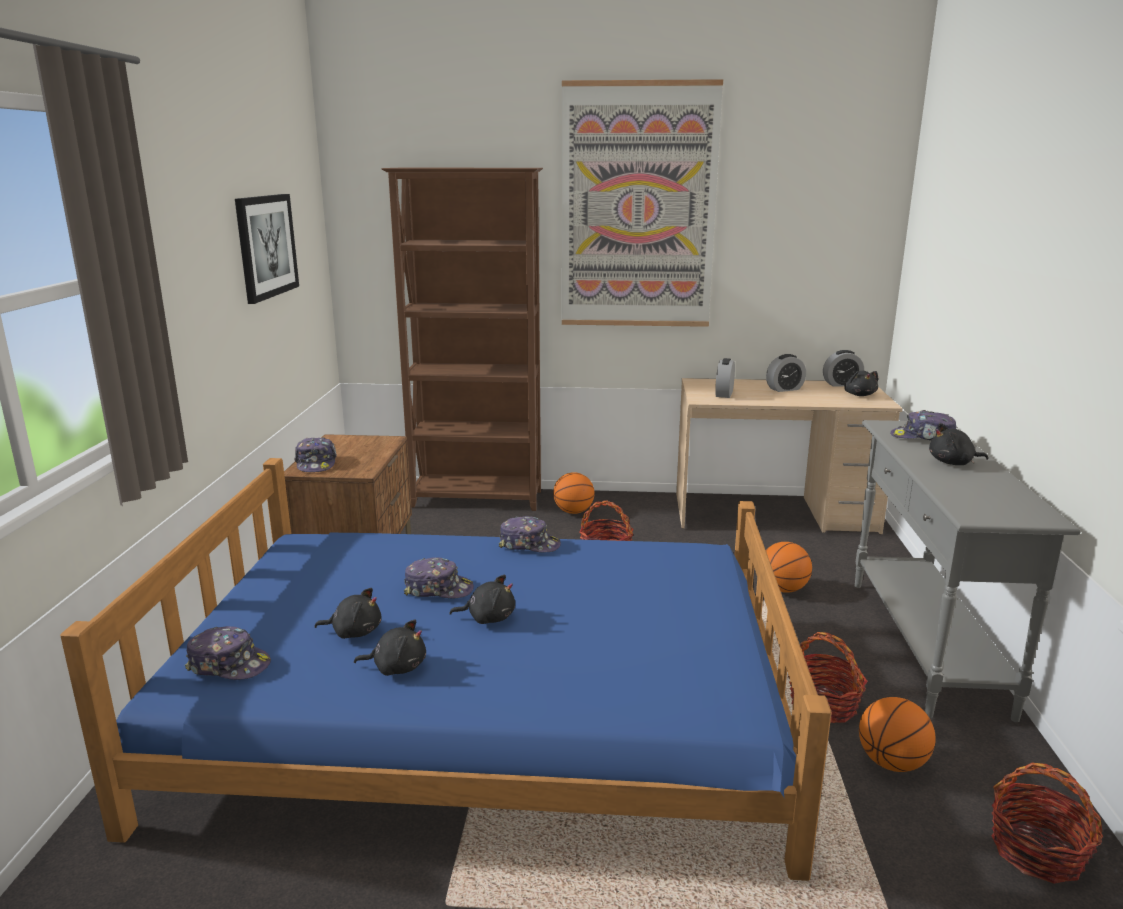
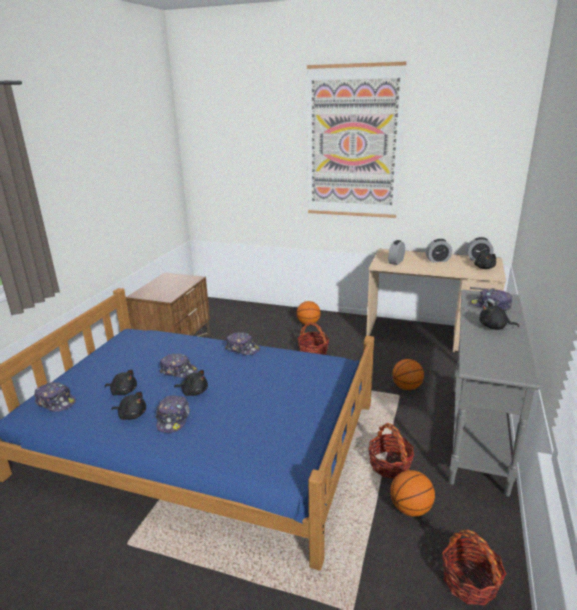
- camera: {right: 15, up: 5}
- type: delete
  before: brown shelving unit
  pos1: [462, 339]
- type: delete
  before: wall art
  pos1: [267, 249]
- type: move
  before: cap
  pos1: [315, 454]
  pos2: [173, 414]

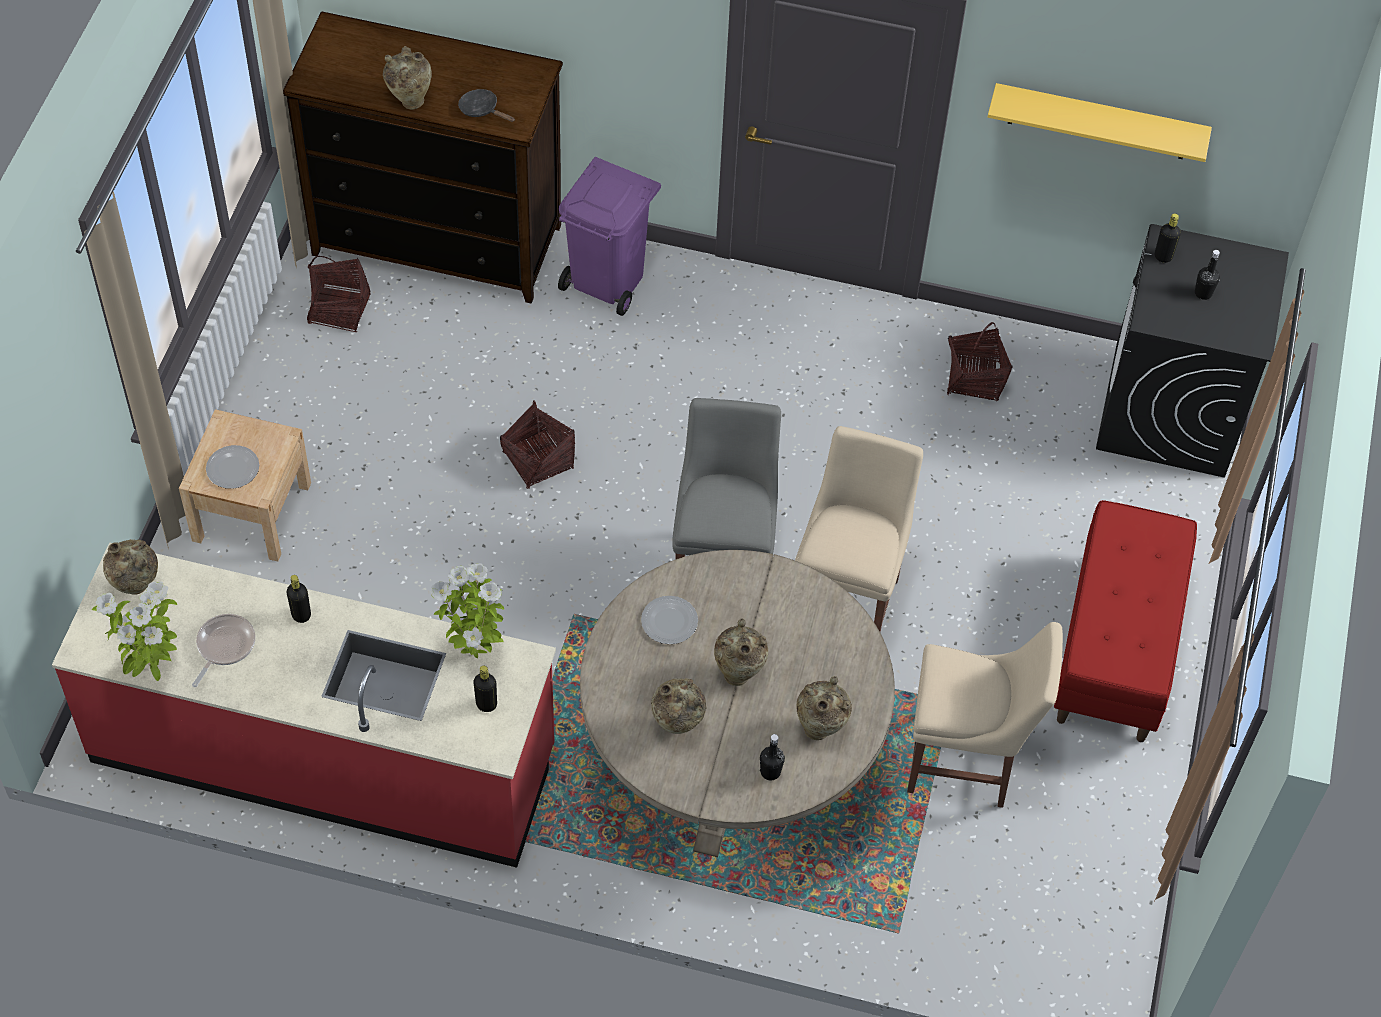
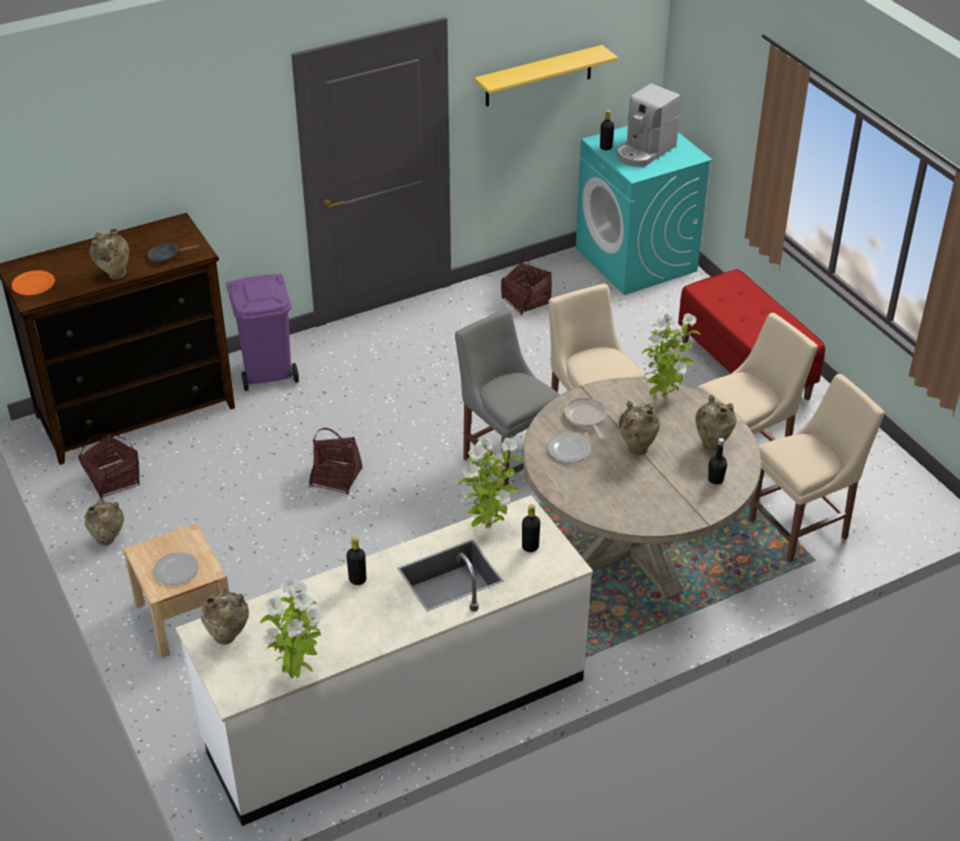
- camera: {right: -40, up: -15}
- type: recolor
  before: blackish laundry machine
  after: turquoise-coloured laundry machine
  pos1: [1192, 351]
  pos2: [644, 210]
- type: replace
  before: blackish beverage bottle
  after: coffee maker
  pos1: [1207, 275]
  pos2: [648, 125]
- type: recolor
  before: red-coloured kitchen base unit
  after: whitish kitchen base unit
  pos1: [304, 705]
  pos2: [384, 660]
- type: move
  before: pan
  pos1: [223, 650]
  pos2: [585, 418]
- type: move
  before: beige decorative vase
  pos1: [678, 706]
  pos2: [104, 522]
- type: insert
  after: orange dinner plate
  pos2: [33, 282]
- type: insert
  after: plant in a pot
  pos2: [671, 356]
- type: insert
  after: beige chair
  pos2: [817, 468]

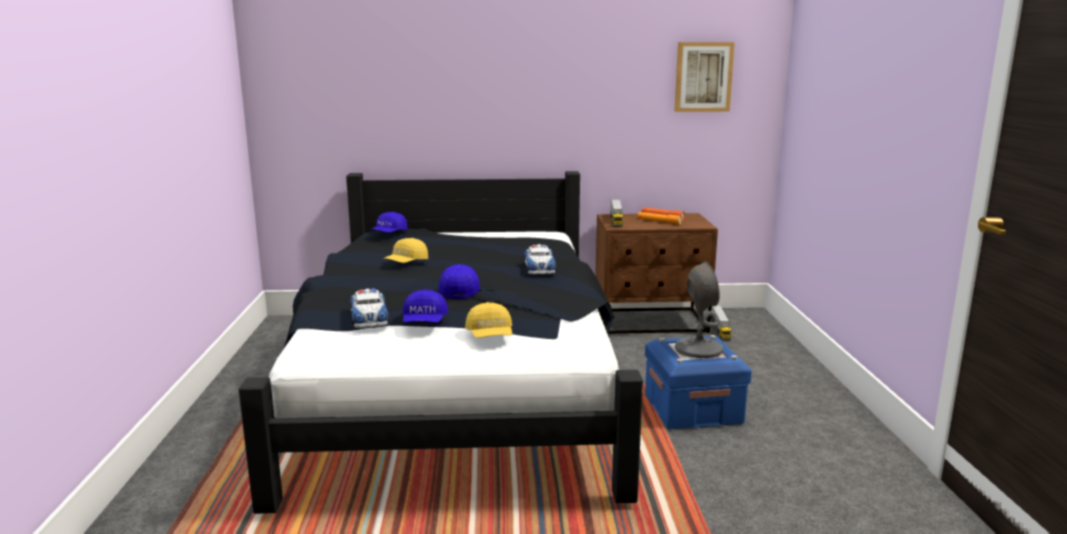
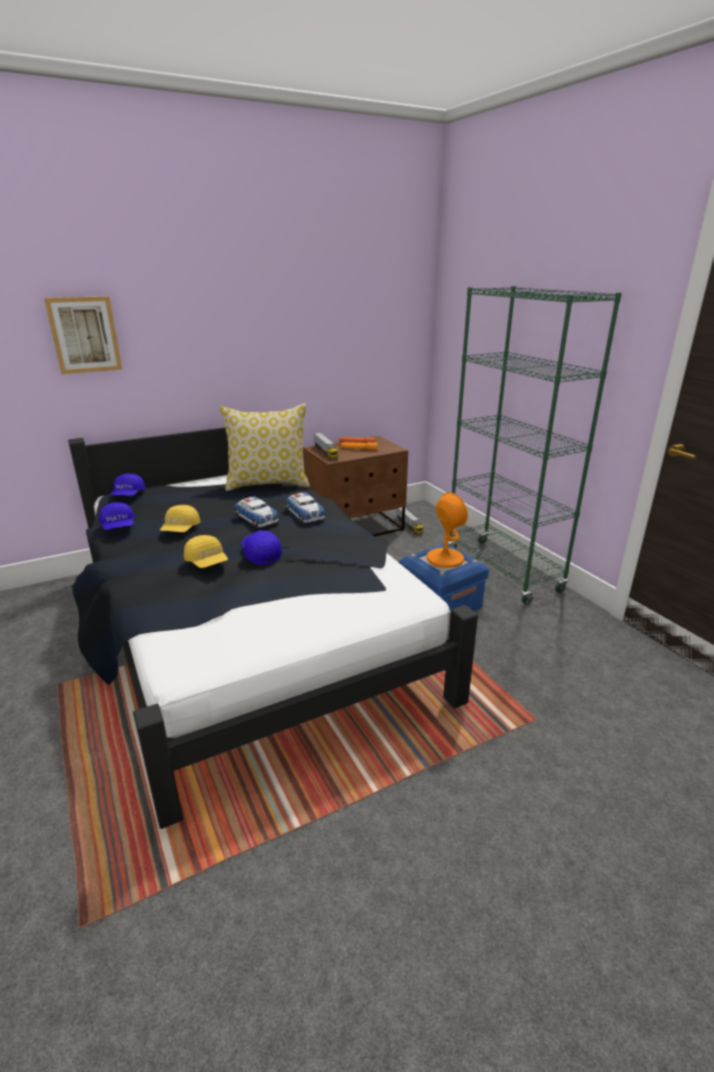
- camera: {right: -25, up: 10}
- type: move
  before: wall art
  pos1: [705, 77]
  pos2: [83, 335]
- type: recolor
  before: grey table lamp
  after: orange table lamp
  pos1: [699, 309]
  pos2: [447, 530]
- type: move
  before: miniature car
  pos1: [369, 308]
  pos2: [256, 511]
- type: move
  before: bluish cap
  pos1: [425, 305]
  pos2: [117, 516]
- type: move
  before: yellow cap
  pos1: [488, 320]
  pos2: [206, 551]
- type: insert
  after: green-coloured shelving unit
  pos2: [535, 445]
- type: insert
  after: cushion
  pos2: [265, 447]

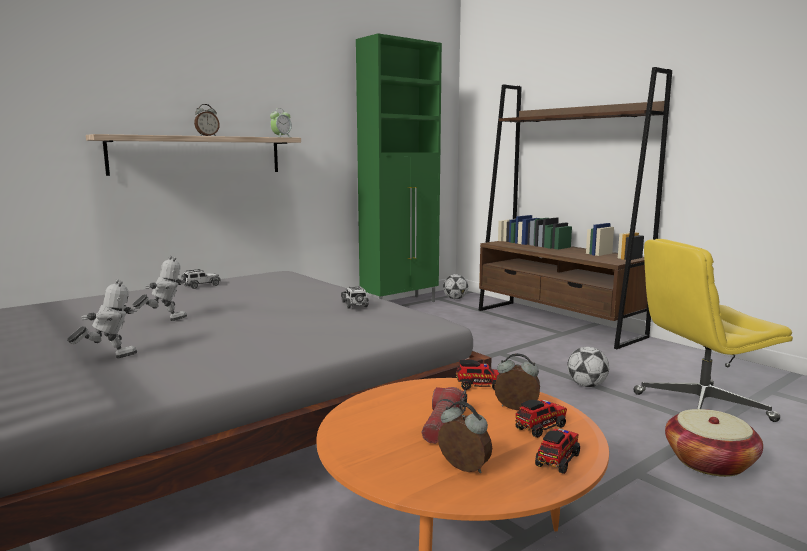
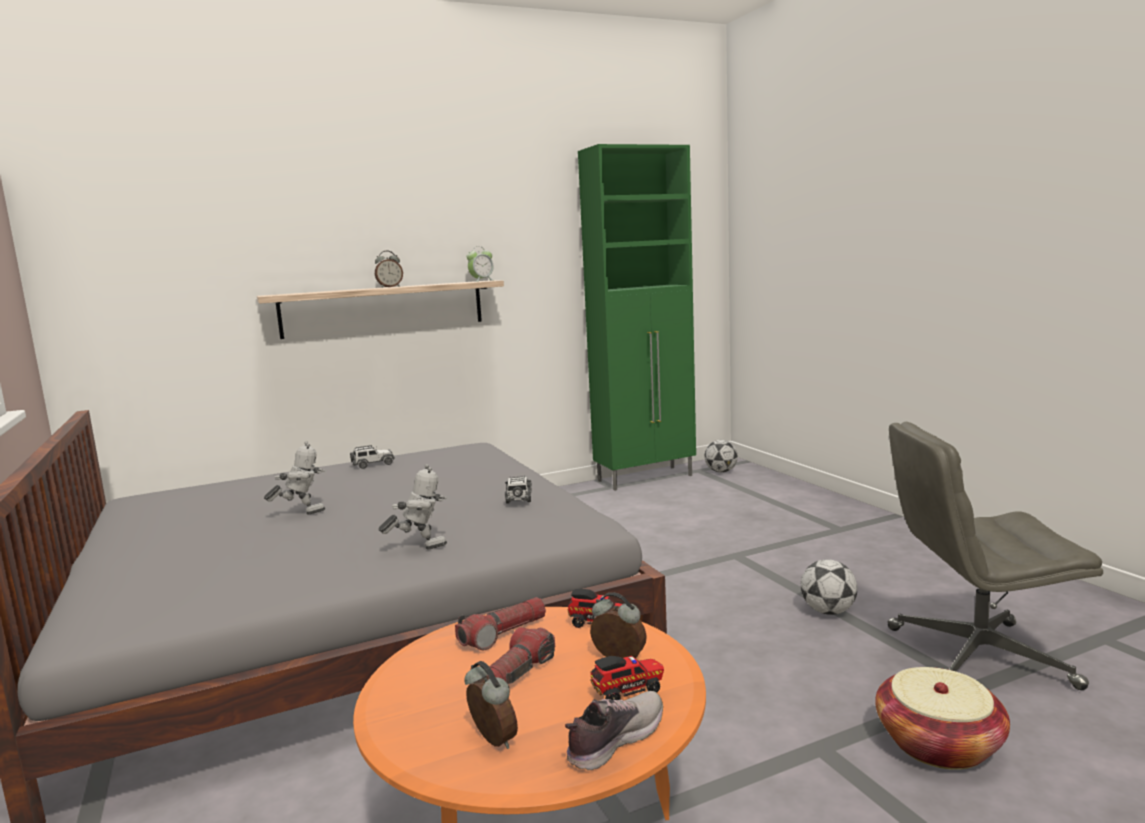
- camera: {right: 15, up: 0}
- type: delete
  before: brown shelving unit
  pos1: [575, 208]
- type: recolor
  before: yellow desk chair
  after: grey desk chair
  pos1: [713, 330]
  pos2: [995, 556]
- type: move
  before: toy robot
  pos1: [102, 318]
  pos2: [413, 506]
- type: replace
  before: toy lorry
  after: shoe
  pos1: [557, 451]
  pos2: [614, 730]
- type: insert
  after: torch
  pos2: [500, 624]

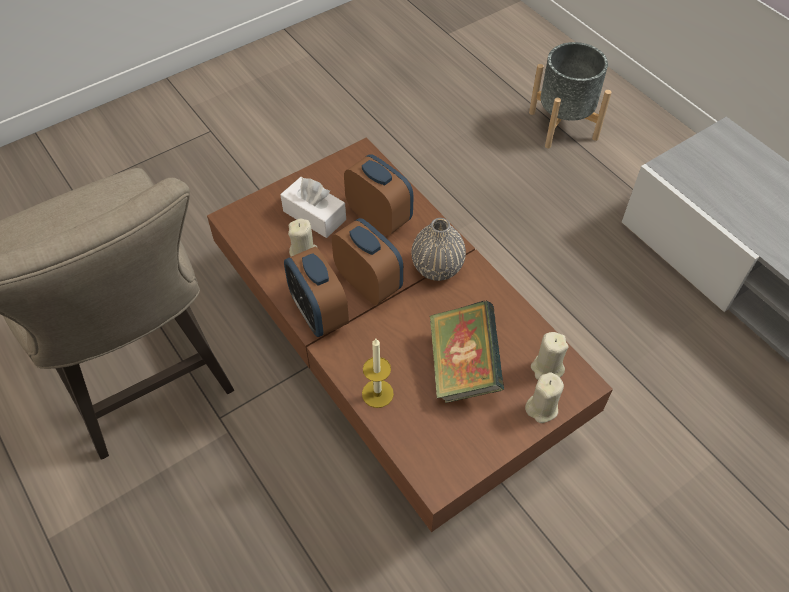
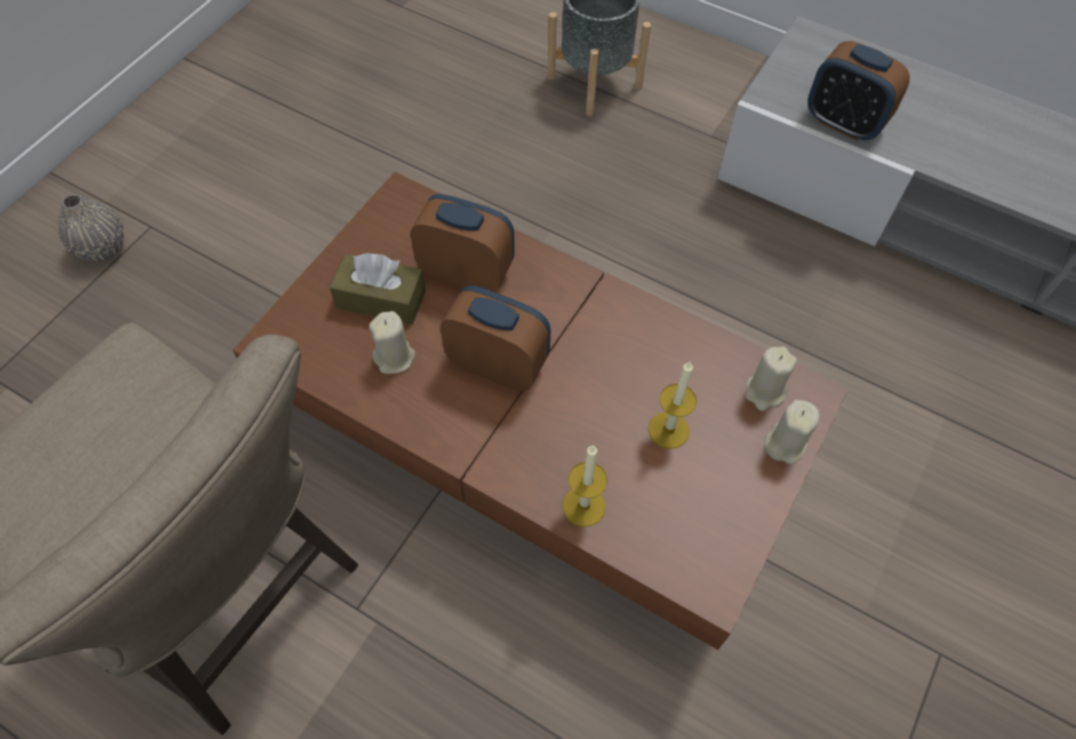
- camera: {right: -25, up: 5}
- type: recolor
  before: whitish tissue box
  after: brown tissue box
  pos1: [313, 207]
  pos2: [377, 288]
- type: move
  before: grey decorative vase
  pos1: [438, 249]
  pos2: [91, 227]
- type: move
  before: alarm clock
  pos1: [316, 291]
  pos2: [859, 91]
- type: replace
  before: book
  after: wax candle
  pos1: [466, 352]
  pos2: [672, 405]

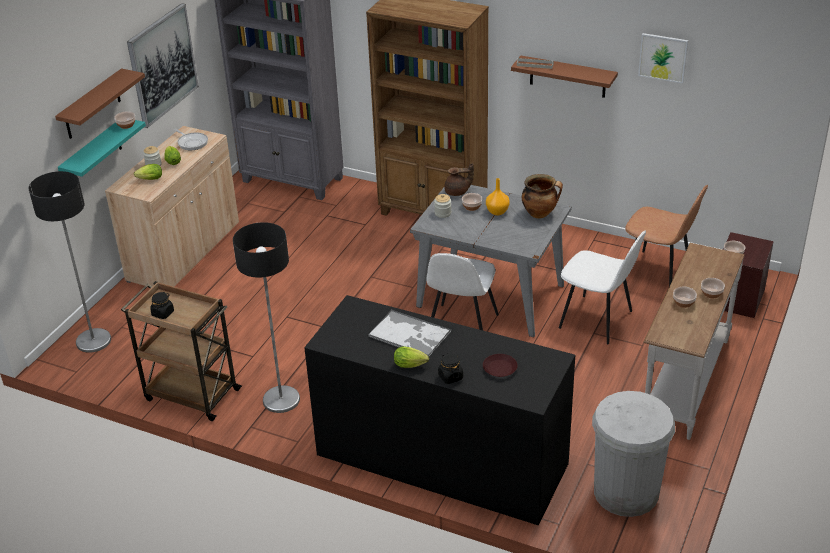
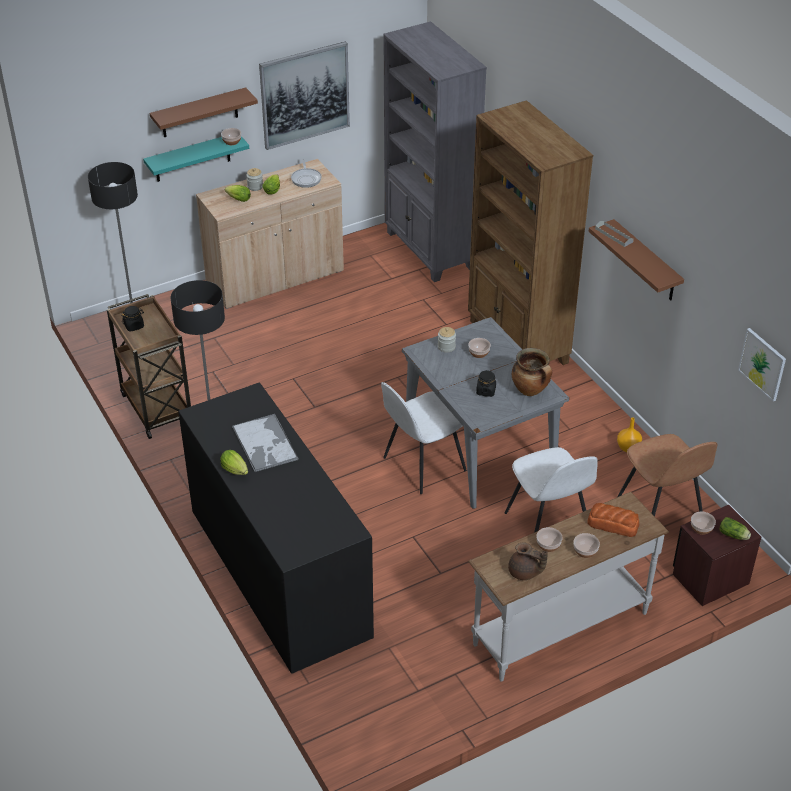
- camera: {right: 35, up: 5}
- type: move
  before: wall art
  pos1: [663, 58]
  pos2: [762, 364]
- type: move
  before: brown tea pot
  pos1: [459, 179]
  pos2: [528, 561]
- type: move
  before: orange decorative vase
  pos1: [498, 196]
  pos2: [629, 435]
- type: move
  before: blackish preserve jar
  pos1: [450, 368]
  pos2: [486, 383]
- type: delete
  before: brown dinner plate
  pos1: [500, 365]
- type: delete
  before: whitish rubbish bin
  pos1: [633, 454]
- type: insert
  after: bread
  pos2: [613, 520]
- type: insert
  after: lettuce head
  pos2: [735, 528]

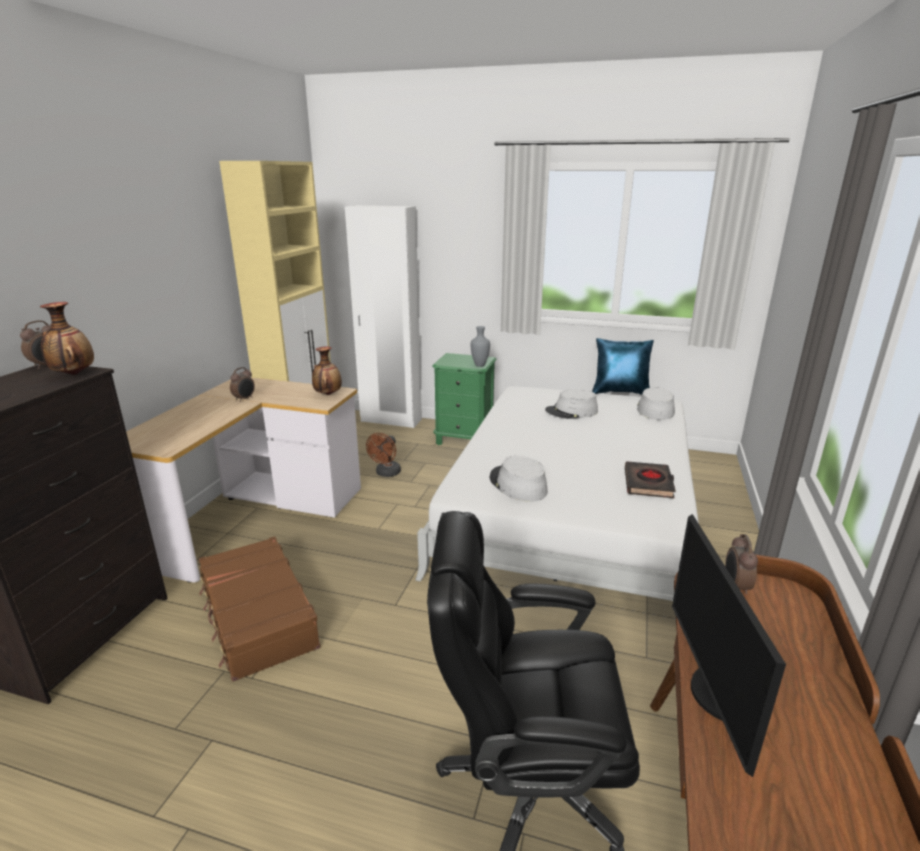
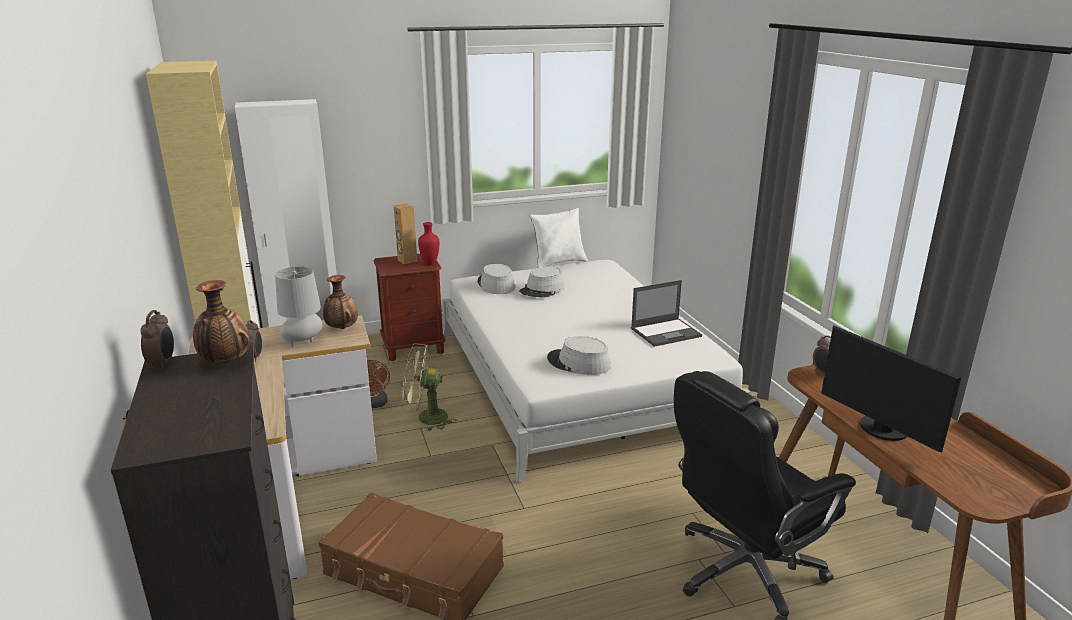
- camera: {right: -35, up: 0}
- type: recolor
  before: grey decorative vase
  after: red-coloured decorative vase
  pos1: [480, 346]
  pos2: [428, 243]
- type: recolor
  before: bluish cushion
  after: whitish cushion
  pos1: [623, 366]
  pos2: [559, 238]
- type: recolor
  before: green-coloured night table
  after: brown night table
  pos1: [464, 399]
  pos2: [409, 307]
- type: move
  before: grey clothing hat
  pos1: [656, 403]
  pos2: [496, 279]
- type: replace
  before: blackish book
  after: laptop
  pos1: [650, 479]
  pos2: [666, 313]
- type: insert
  after: brown audio speaker
  pos2: [406, 234]
- type: insert
  after: grey table lamp
  pos2: [299, 306]
- type: insert
  after: green-coloured fan
  pos2: [429, 387]

